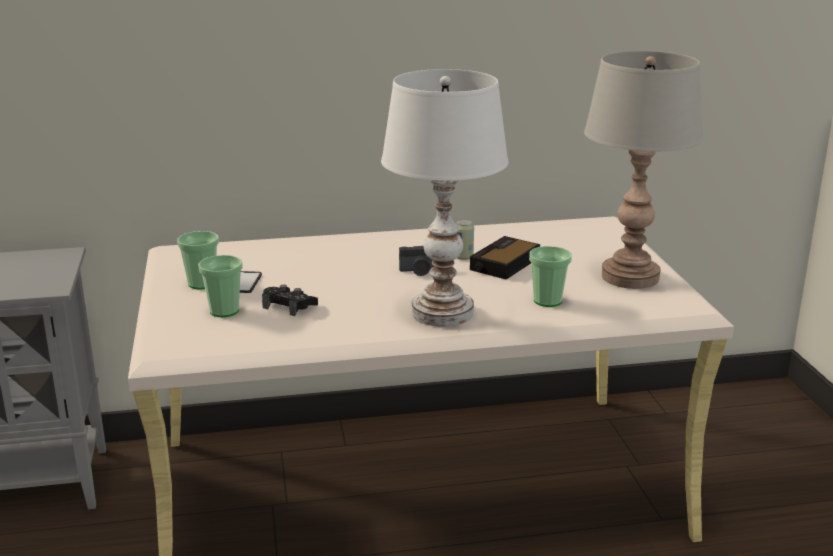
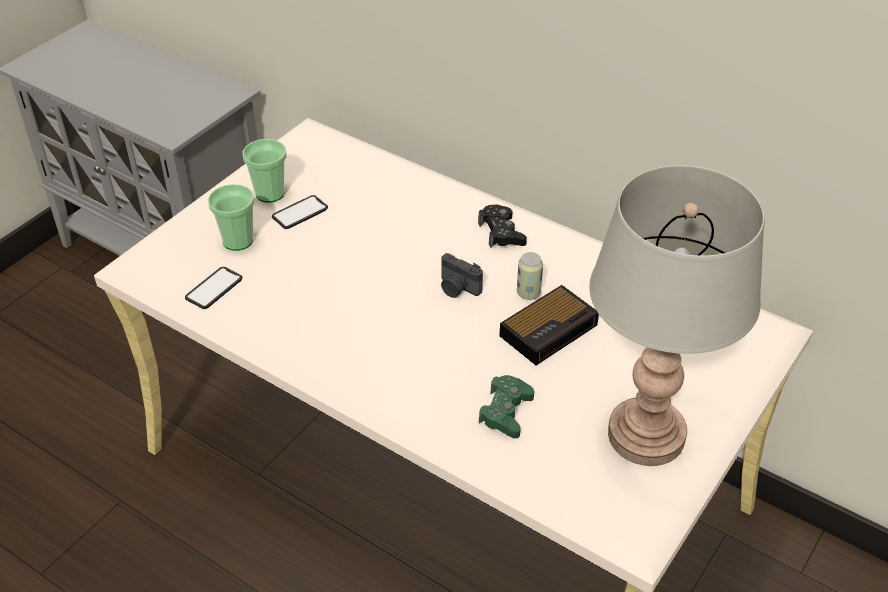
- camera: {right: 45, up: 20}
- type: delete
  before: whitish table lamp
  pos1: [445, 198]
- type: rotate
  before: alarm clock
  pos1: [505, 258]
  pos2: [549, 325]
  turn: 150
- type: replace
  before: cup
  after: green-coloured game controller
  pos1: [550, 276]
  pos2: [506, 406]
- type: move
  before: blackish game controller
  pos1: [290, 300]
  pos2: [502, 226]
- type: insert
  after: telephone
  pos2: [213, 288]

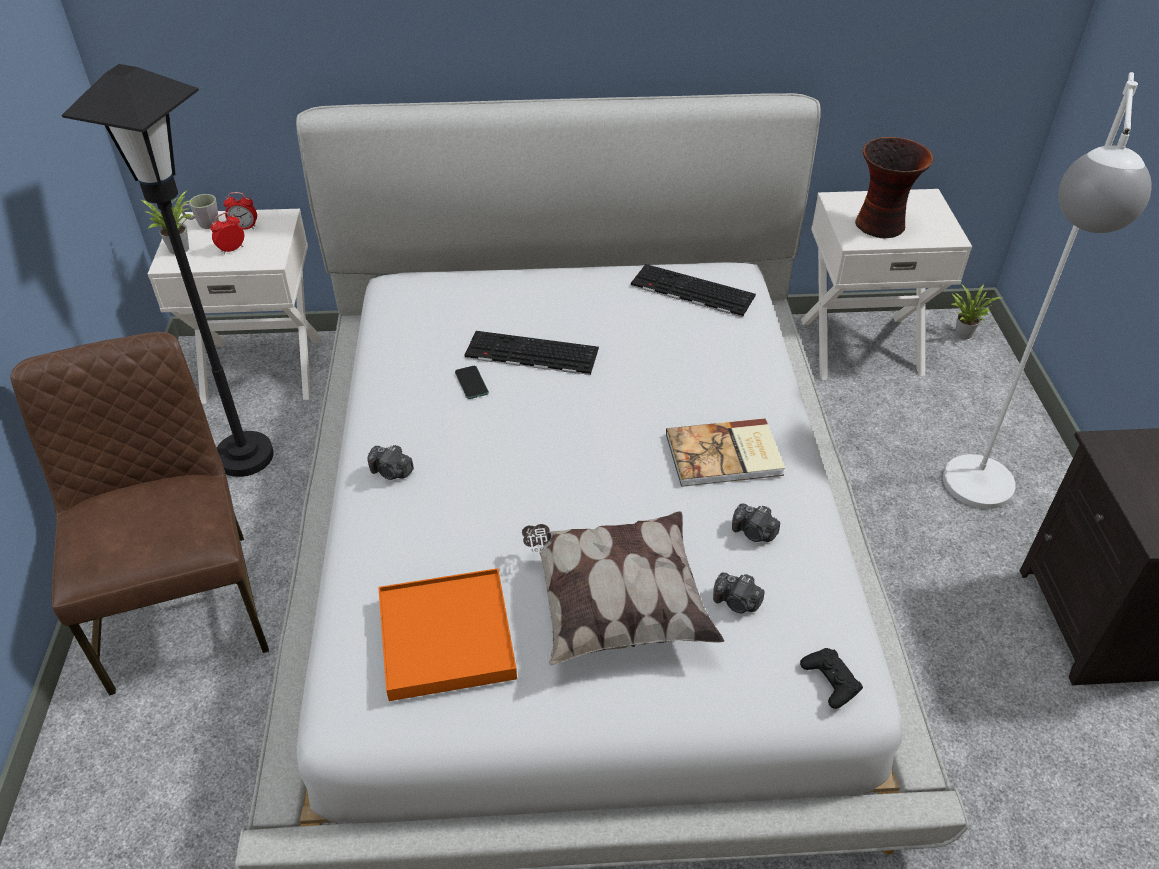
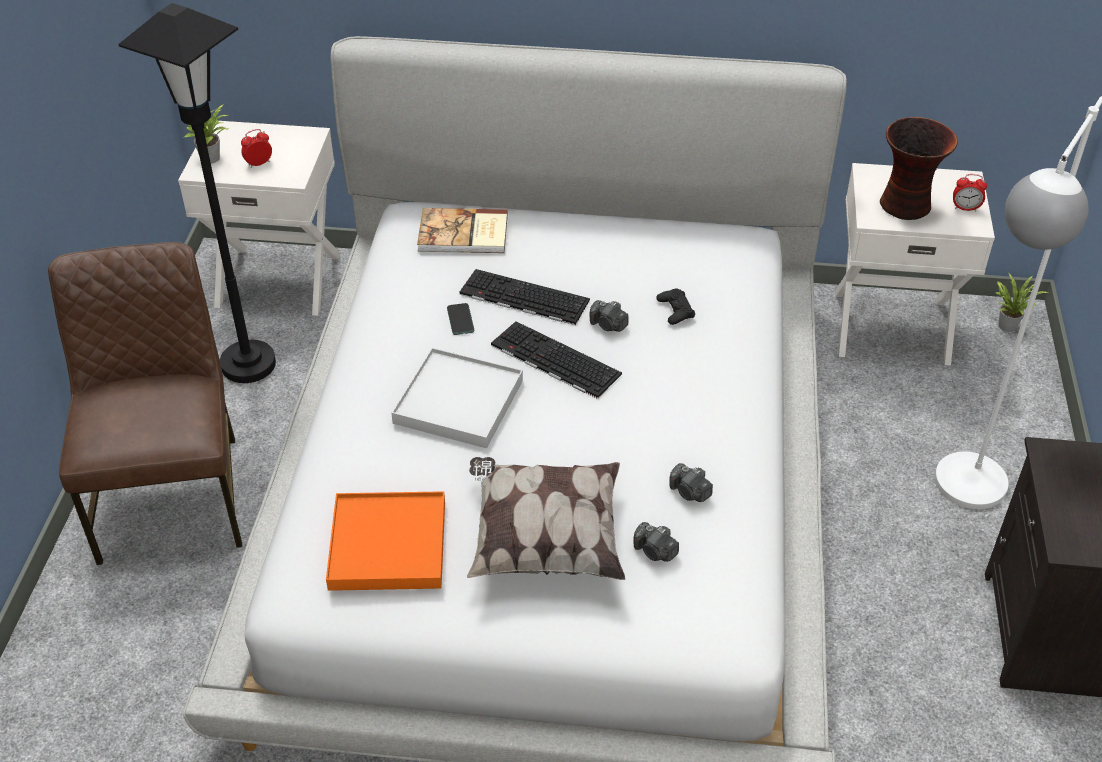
- camera: {right: 10, up: 0}
- type: move
  before: alarm clock
  pos1: [240, 211]
  pos2: [970, 192]
- type: delete
  before: grey coffee mug
  pos1: [200, 211]
- type: move
  before: keyboard
  pos1: [693, 290]
  pos2: [556, 360]
- type: move
  before: book
  pos1: [725, 452]
  pos2: [462, 230]
- type: move
  before: still camera
  pos1: [390, 462]
  pos2: [609, 316]
- type: move
  before: blackish game controller
  pos1: [831, 678]
  pos2: [675, 307]
- type: insert
  after: whitish serving tray
  pos2: [457, 398]

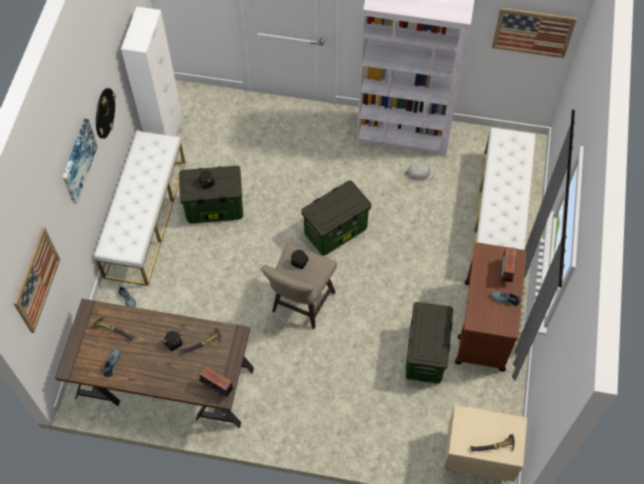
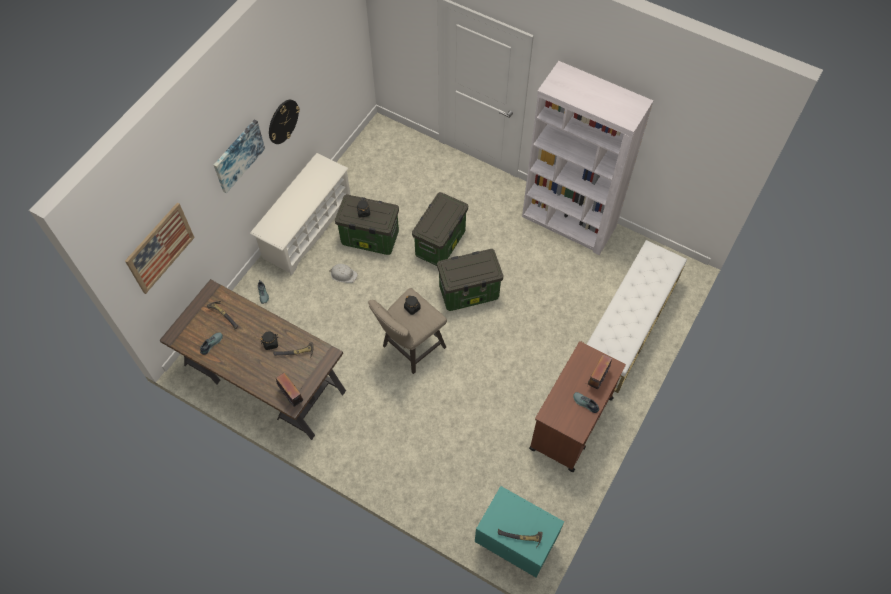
- camera: {right: 20, up: 0}
- type: delete
  before: whitish storage cabinet
  pos1: [151, 71]
- type: delete
  before: wall art
  pos1: [534, 32]
- type: replace
  before: whitish indoor bench
  after: whitish shoe stand
  pos1: [140, 208]
  pos2: [300, 214]
- type: move
  before: whitish safety helmet
  pos1: [419, 172]
  pos2: [343, 273]
- type: move
  before: storage bin
  pos1: [429, 343]
  pos2: [440, 229]
- type: recolor
  before: beige night table
  after: turquoise-coloured night table
  pos1: [485, 443]
  pos2: [519, 531]

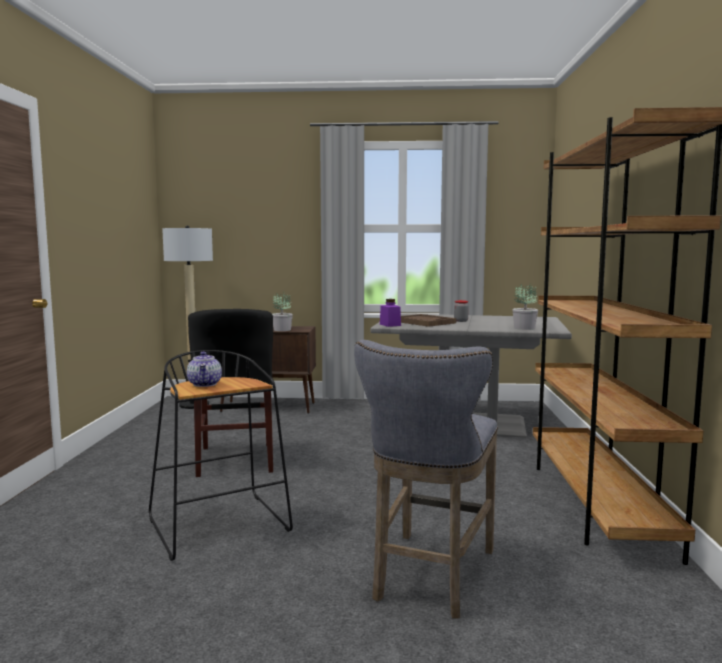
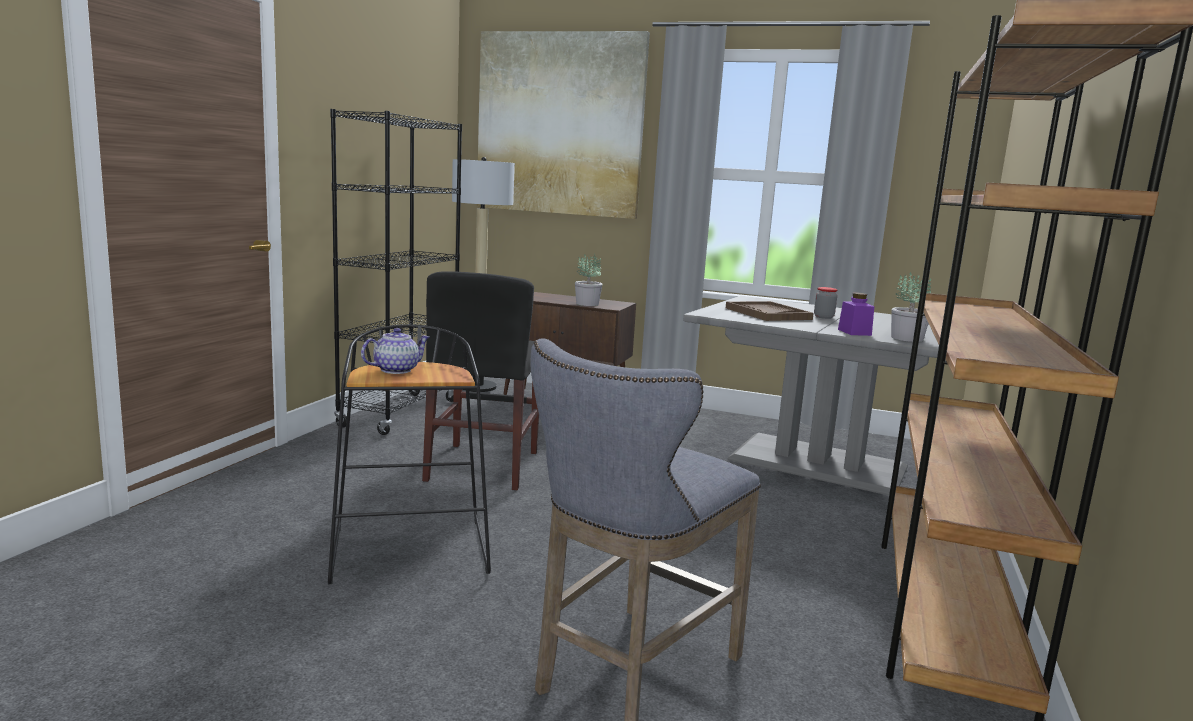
- camera: {right: 15, up: 5}
- type: move
  before: purple preserve jar
  pos1: [390, 313]
  pos2: [856, 314]
- type: rotate
  before: tea pot
  pos1: [204, 369]
  pos2: [395, 351]
  turn: -135
- type: insert
  after: wall art
  pos2: [563, 125]
- type: insert
  after: blackish shelving unit
  pos2: [396, 272]

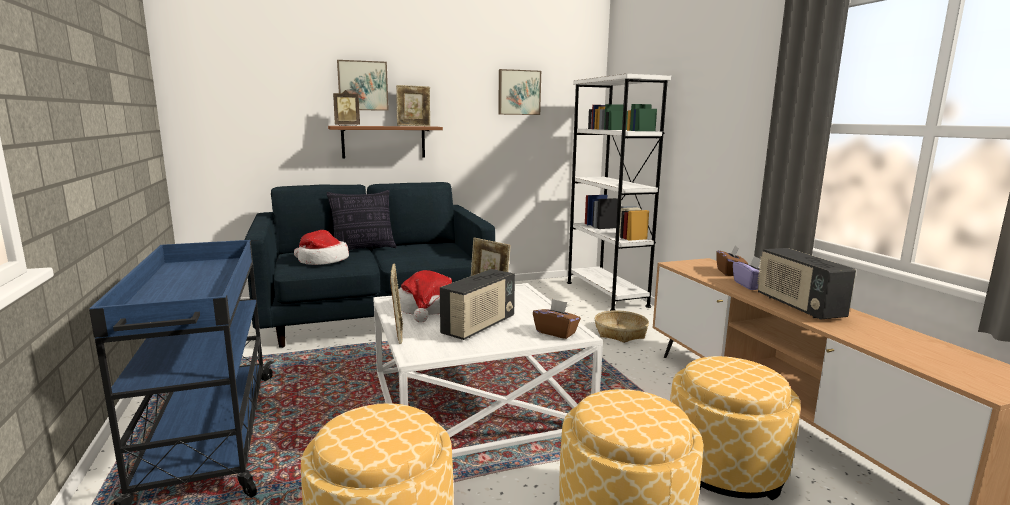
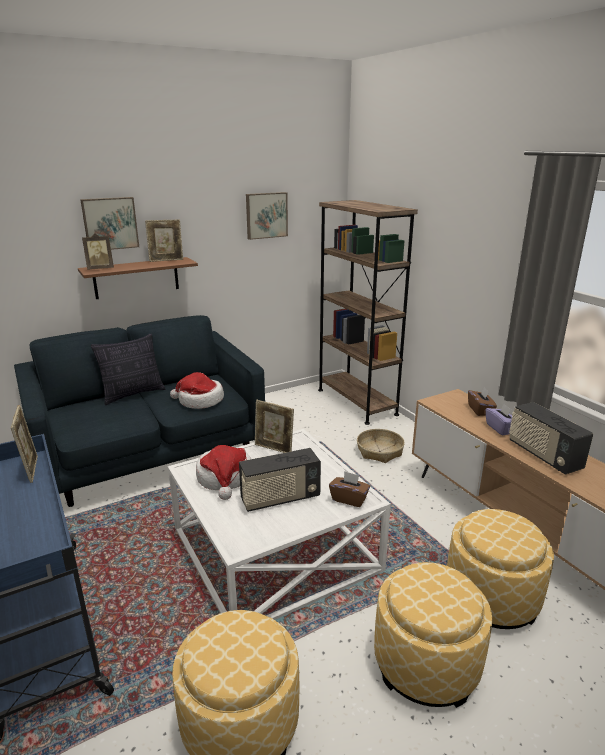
- camera: {right: -10, up: 10}
- type: recolor
  before: whitish shelving unit
  after: brown shelving unit
  pos1: [619, 192]
  pos2: [368, 312]
- type: move
  before: clothing hat
  pos1: [321, 247]
  pos2: [197, 390]
- type: move
  before: photo frame
  pos1: [396, 304]
  pos2: [24, 444]
- type: rotate
  before: radio receiver
  pos1: [477, 304]
  pos2: [280, 480]
  turn: 45

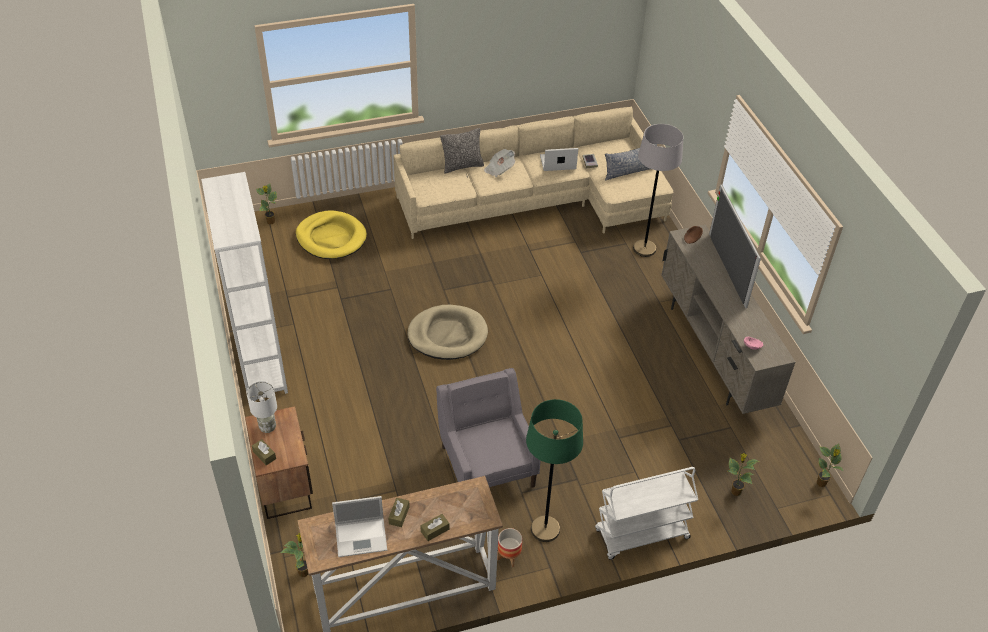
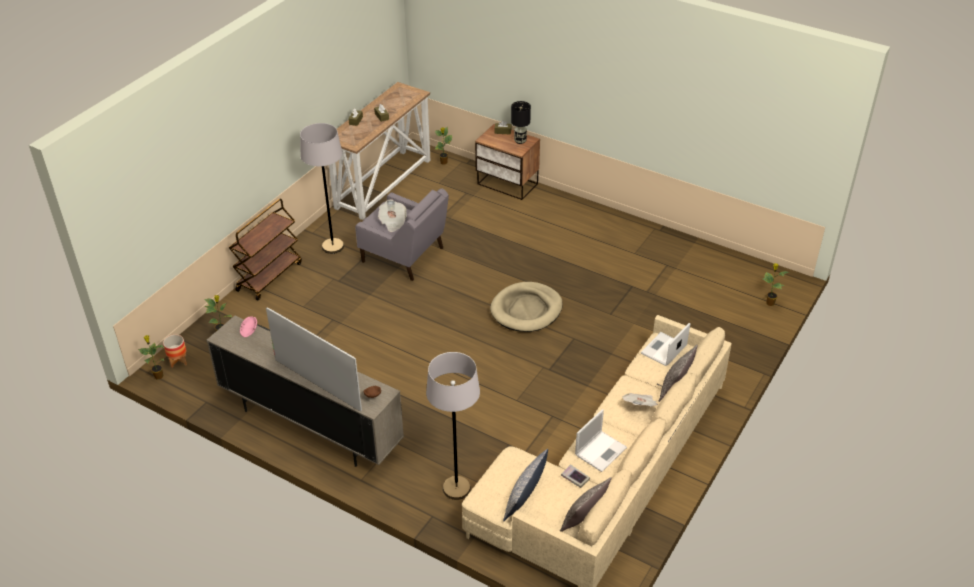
- camera: {right: 140, up: -5}
- type: delete
  before: whitish shelving unit
  pos1: [244, 283]
- type: delete
  before: yellow dog bed
  pos1: [331, 235]
- type: recolor
  before: whitish table lamp
  after: blackish table lamp
  pos1: [261, 407]
  pos2: [521, 122]
- type: recolor
  before: green-coloured standing lamp
  after: grey standing lamp
  pos1: [554, 470]
  pos2: [322, 188]
- type: recolor
  before: whitish cart
  after: brown cart
  pos1: [646, 513]
  pos2: [265, 249]
- type: move
  before: laptop
  pos1: [359, 526]
  pos2: [665, 344]
- type: move
  before: flower pot
  pos1: [509, 547]
  pos2: [175, 351]
- type: insert
  after: newspaper
  pos2: [392, 215]
- type: insert
  after: cushion
  pos2: [585, 504]

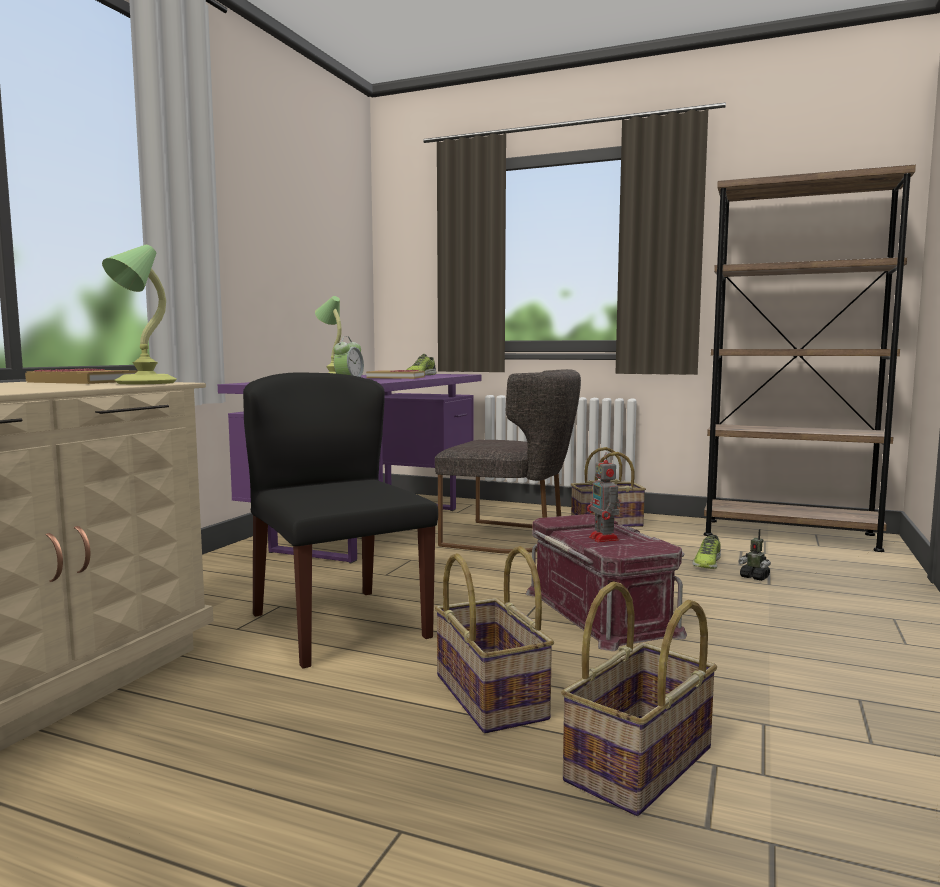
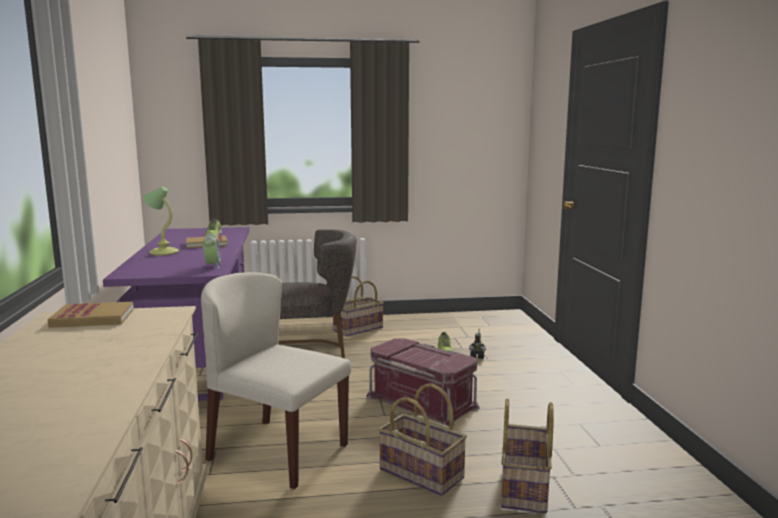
- camera: {right: -30, up: 5}
- type: delete
  before: brown shelving unit
  pos1: [810, 358]
- type: delete
  before: table lamp
  pos1: [139, 314]
- type: recolor
  before: blackish chair
  after: beige chair
  pos1: [340, 520]
  pos2: [276, 380]
- type: delete
  before: toy robot
  pos1: [603, 497]

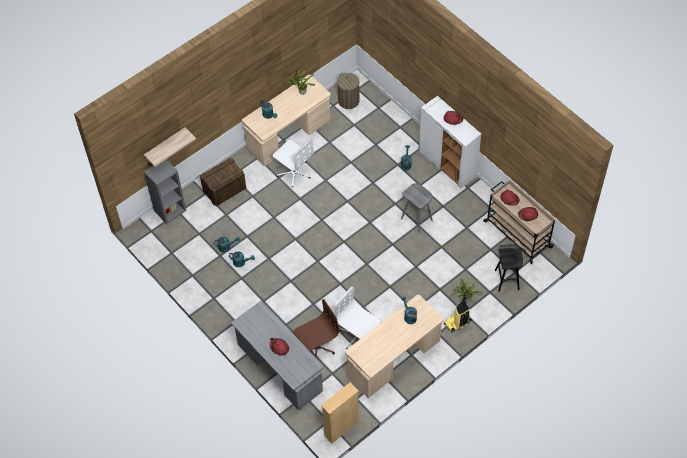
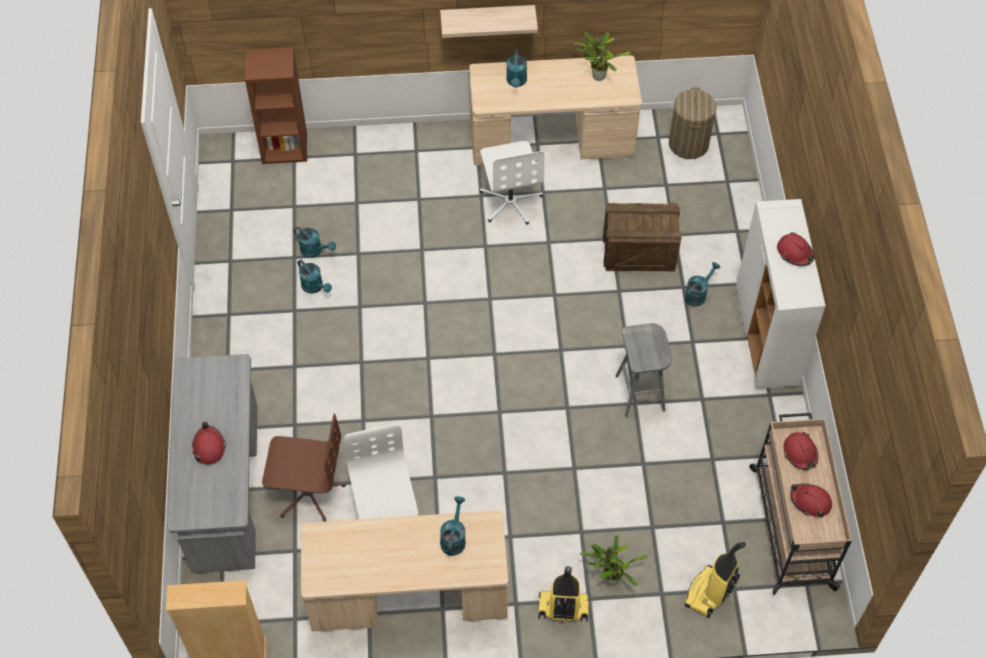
- camera: {right: 35, up: 0}
- type: move
  before: wall shelf
  pos1: [170, 147]
  pos2: [489, 21]
- type: move
  before: packing crate
  pos1: [223, 181]
  pos2: [642, 237]
- type: recolor
  before: grey shelving unit
  after: brown shelving unit
  pos1: [165, 191]
  pos2: [276, 105]
- type: replace
  before: blackish sitting stool
  after: hoover
  pos1: [509, 268]
  pos2: [715, 580]

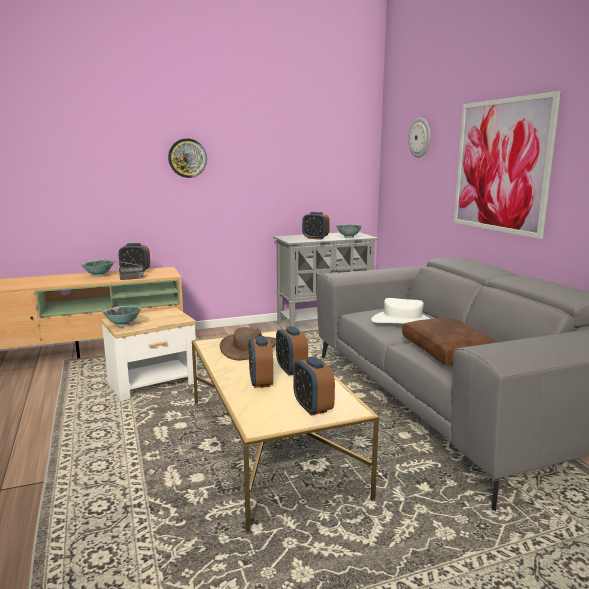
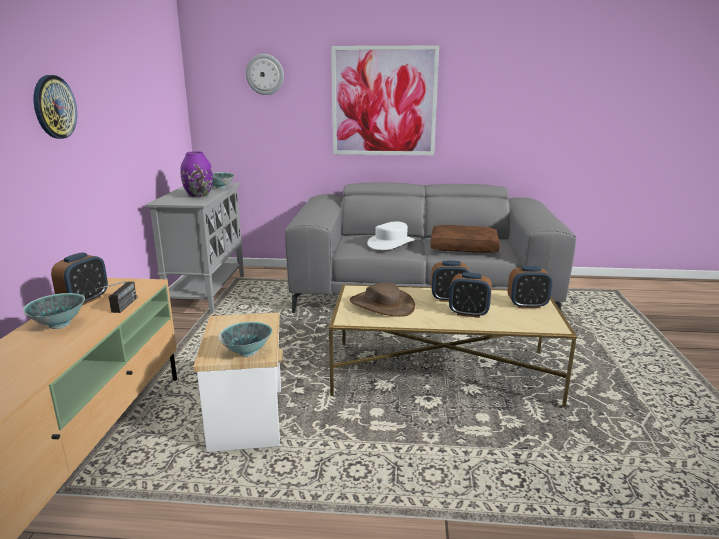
- camera: {right: -65, up: 5}
- type: replace
  before: alarm clock
  after: purple decorative vase
  pos1: [316, 226]
  pos2: [197, 174]

